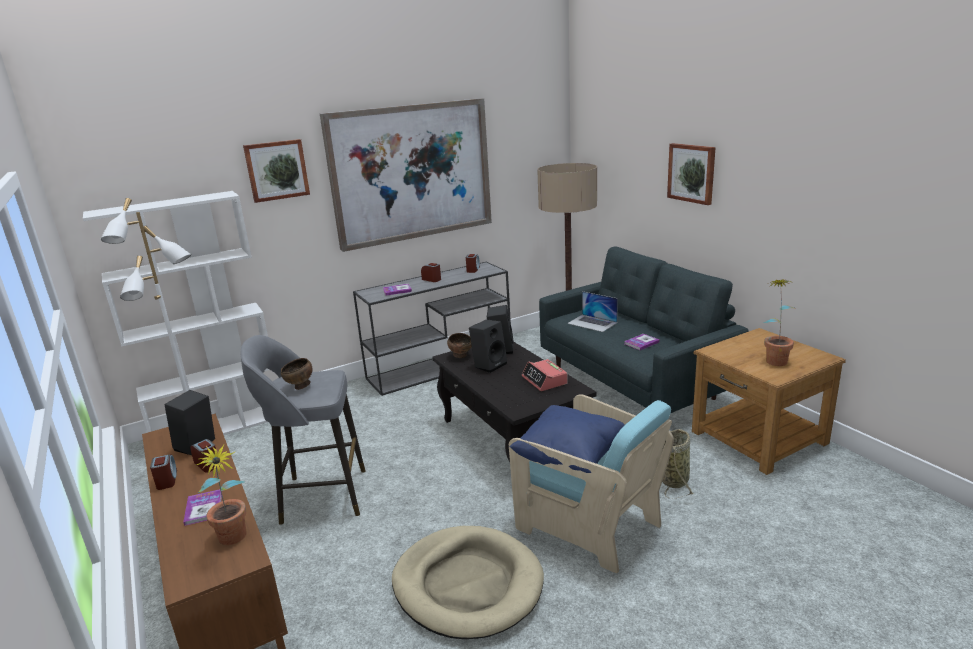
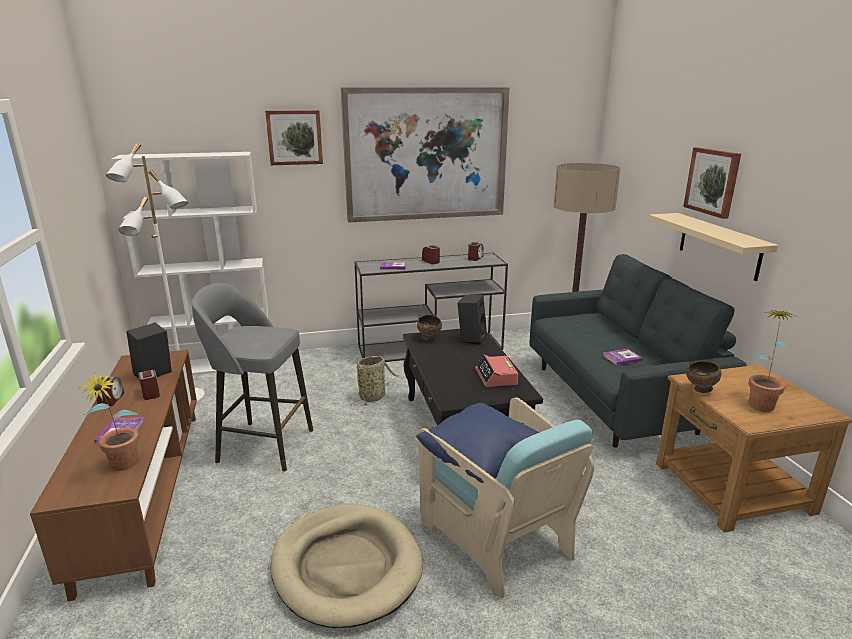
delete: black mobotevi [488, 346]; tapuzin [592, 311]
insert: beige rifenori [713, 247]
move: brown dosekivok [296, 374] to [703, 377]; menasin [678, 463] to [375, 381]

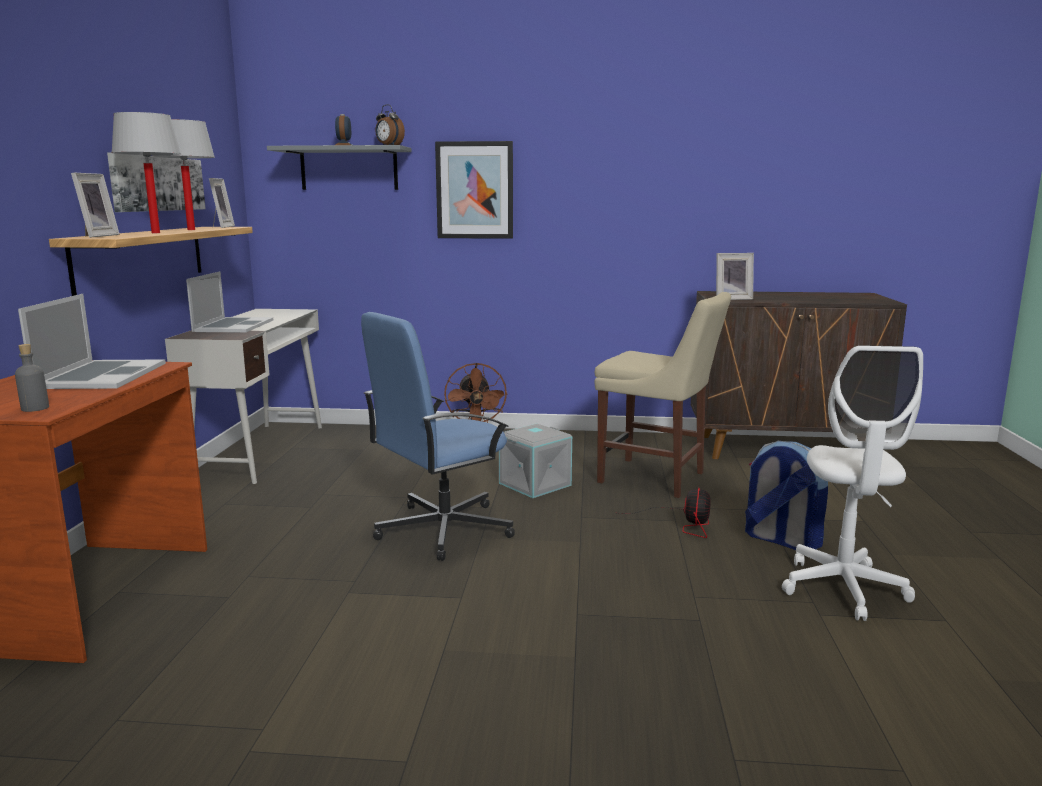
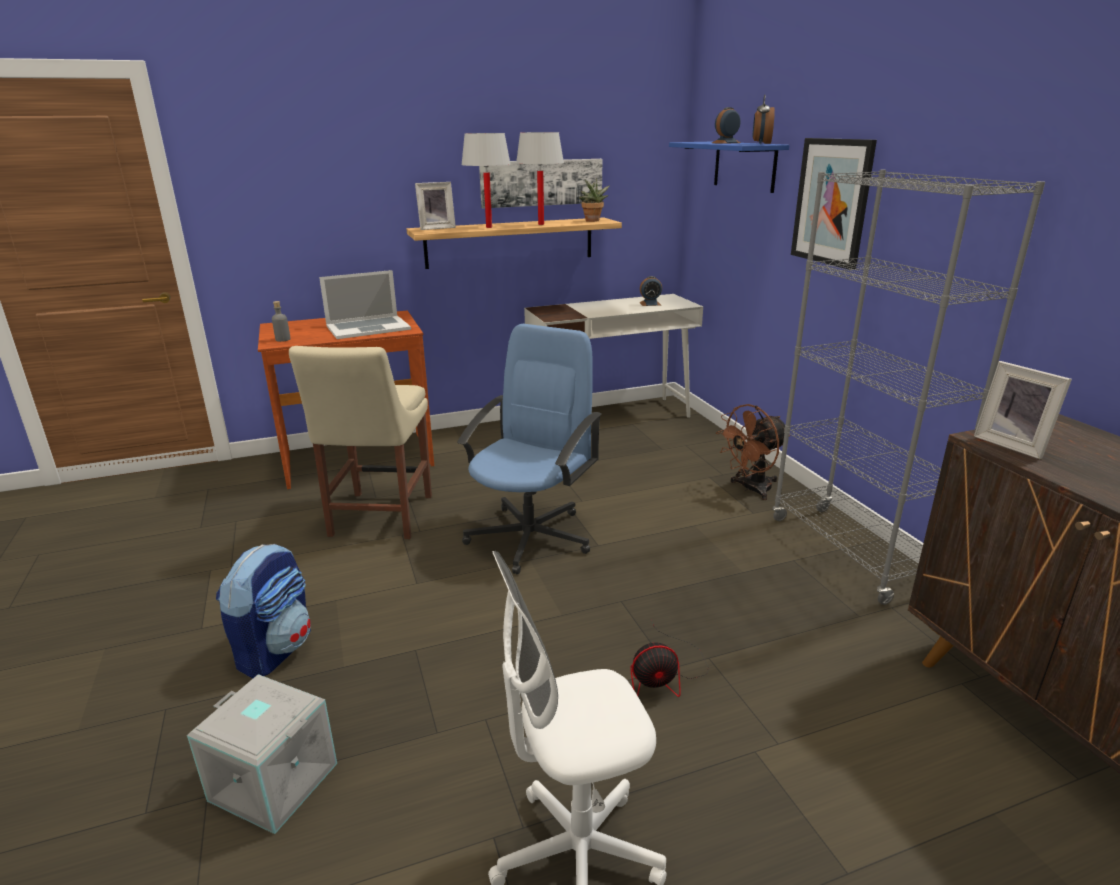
delete: tapuzin [229, 301]
insert: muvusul [650, 291]; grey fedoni [909, 387]
move: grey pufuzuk [535, 461] to [262, 754]; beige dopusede [662, 395] to [360, 442]; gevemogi [786, 495] to [263, 611]
replace: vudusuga [222, 203] to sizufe [594, 200]
recolor: grey rifenori [339, 167] to blue rifenori [729, 167]
rotate: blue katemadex [438, 436] = [529, 449] 90 degrees clockwise

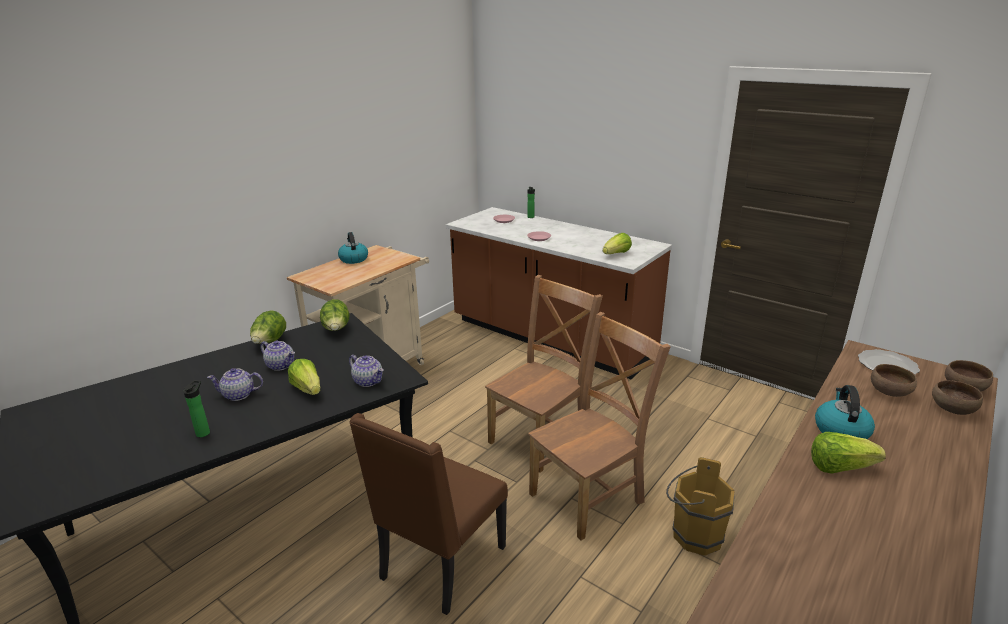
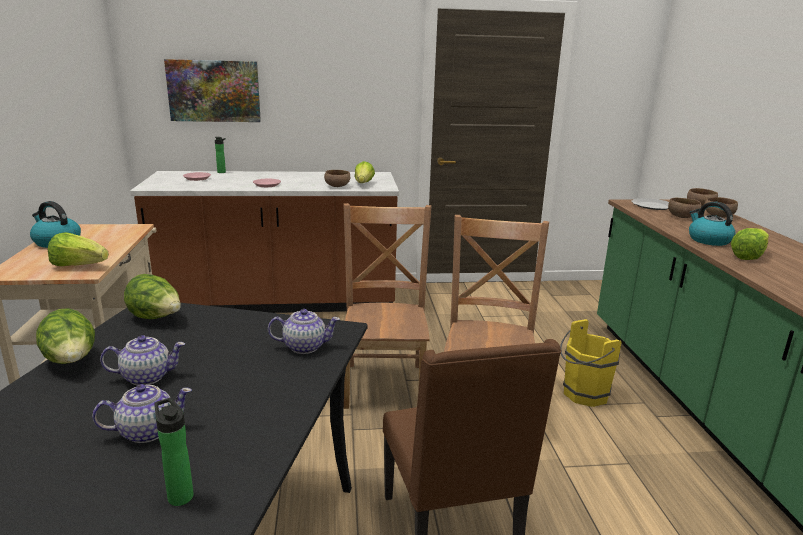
insert: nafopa [212, 90]; brown dosekivok [337, 178]
move: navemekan [304, 377] to [78, 249]
recolor: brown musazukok [700, 506] to yellow musazukok [590, 363]
rotate: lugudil [235, 384] = [142, 413] 150 degrees counterclockwise

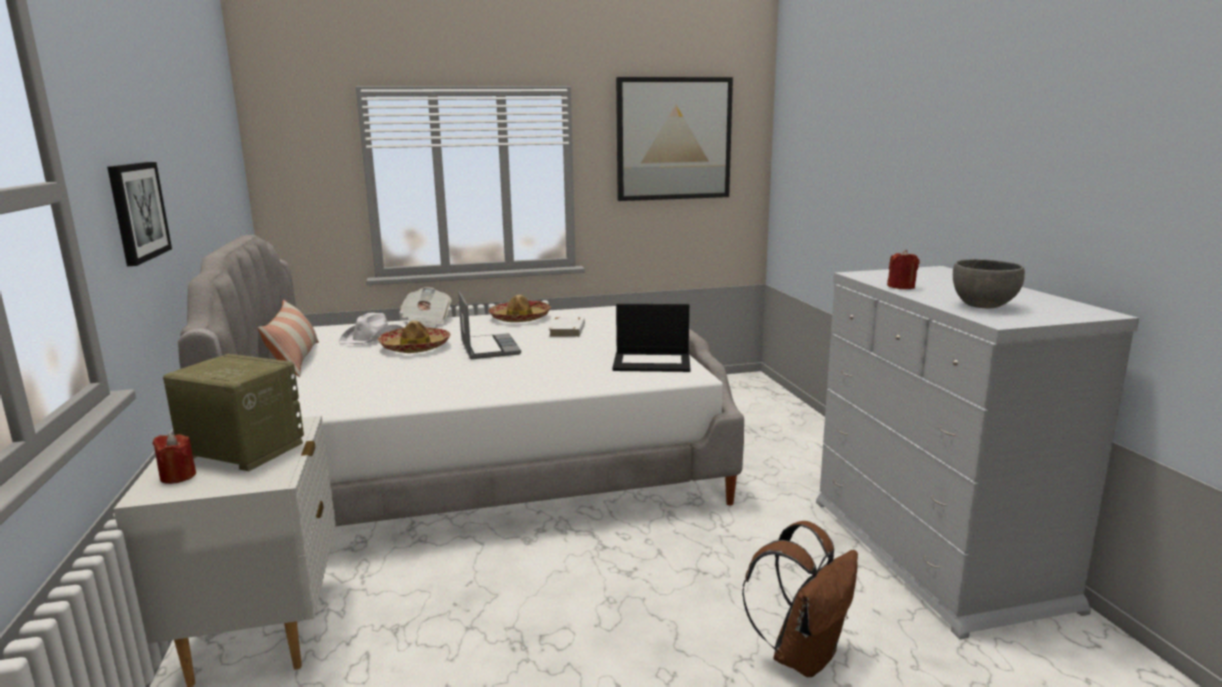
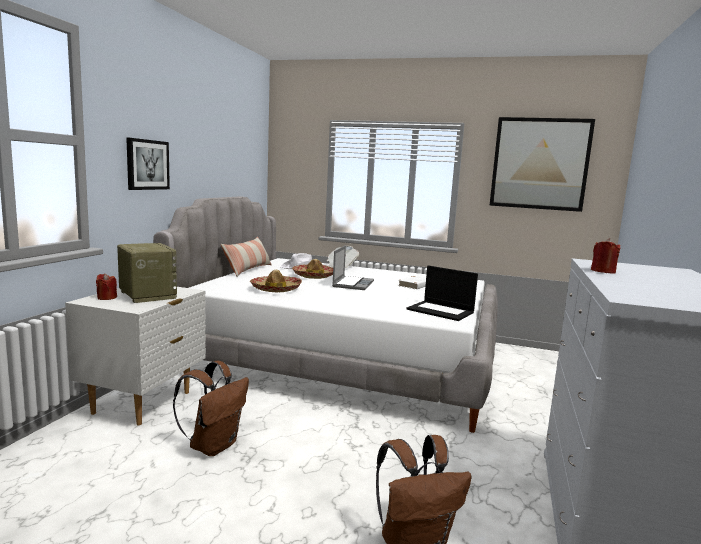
delete: grey dosekivok [989, 284]
insert: brown gevemogi [211, 408]
move: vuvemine [520, 308] to [276, 281]

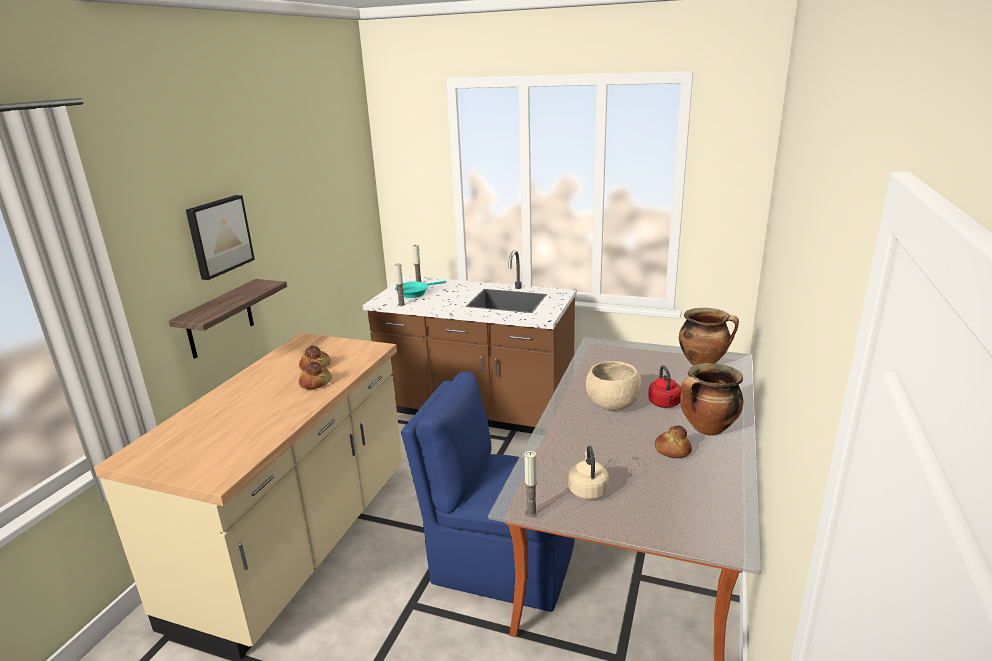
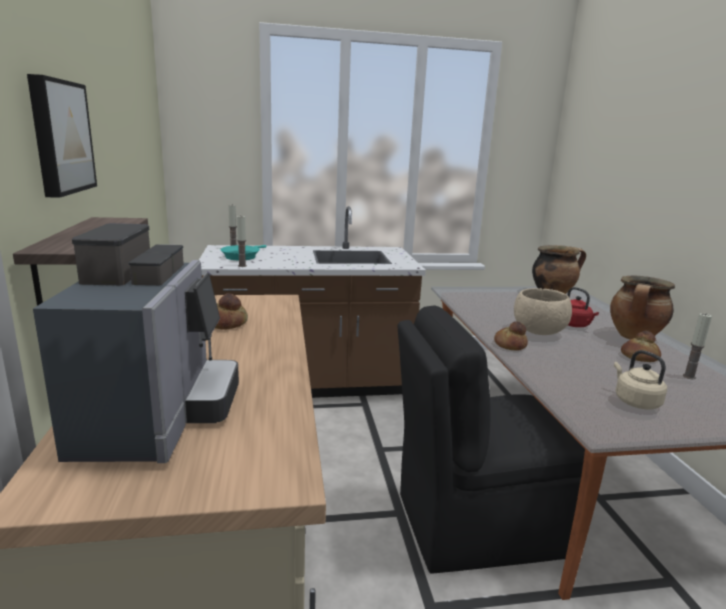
insert: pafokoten [136, 343]
move: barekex [315, 376] to [511, 336]; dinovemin [530, 484] to [697, 346]
recolor: blue dopusede [488, 492] to black dopusede [491, 439]

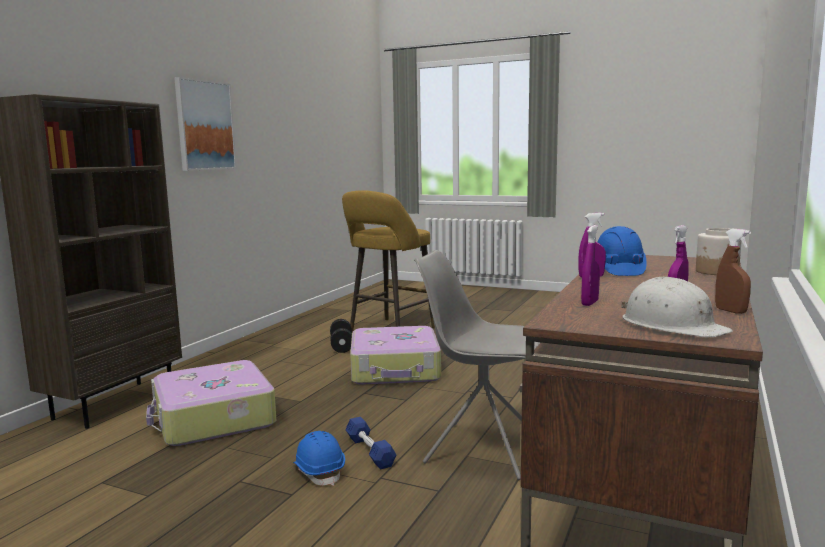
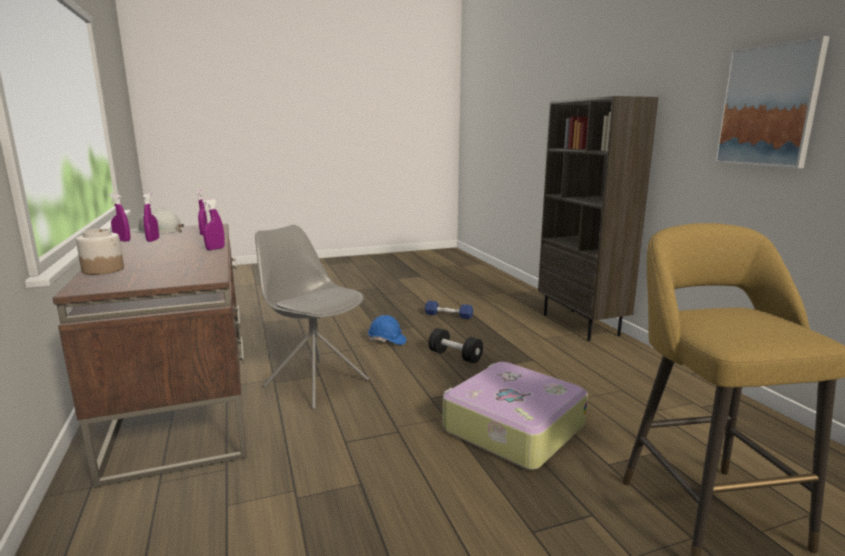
delete: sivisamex [211, 403]; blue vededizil [622, 251]
move: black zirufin [341, 336] to [455, 346]; blue zirufin [371, 443] to [449, 310]
recolor: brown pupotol [733, 271] to purple pupotol [119, 218]
rotate: grey dopusede [477, 365] = [312, 317] 120 degrees counterclockwise

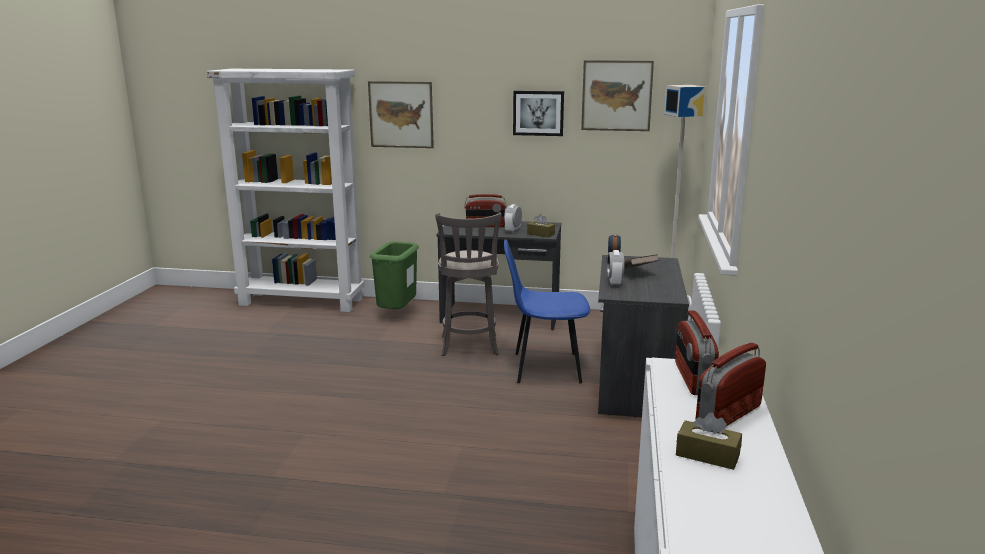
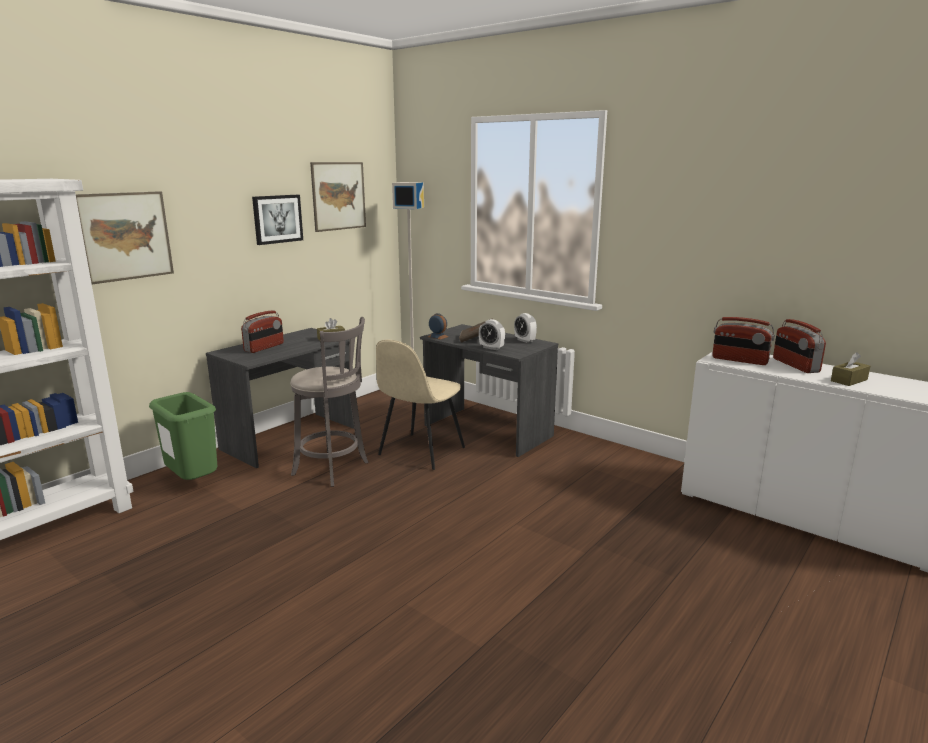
move: muvusul [513, 218] to [525, 328]
recolor: blue dopusede [547, 311] to beige dopusede [420, 405]

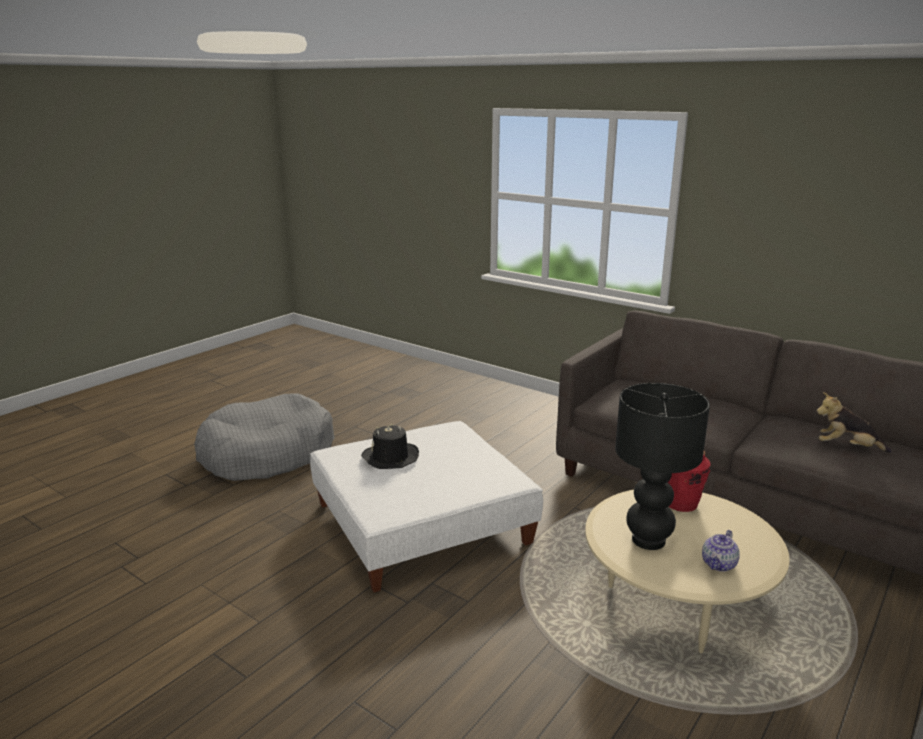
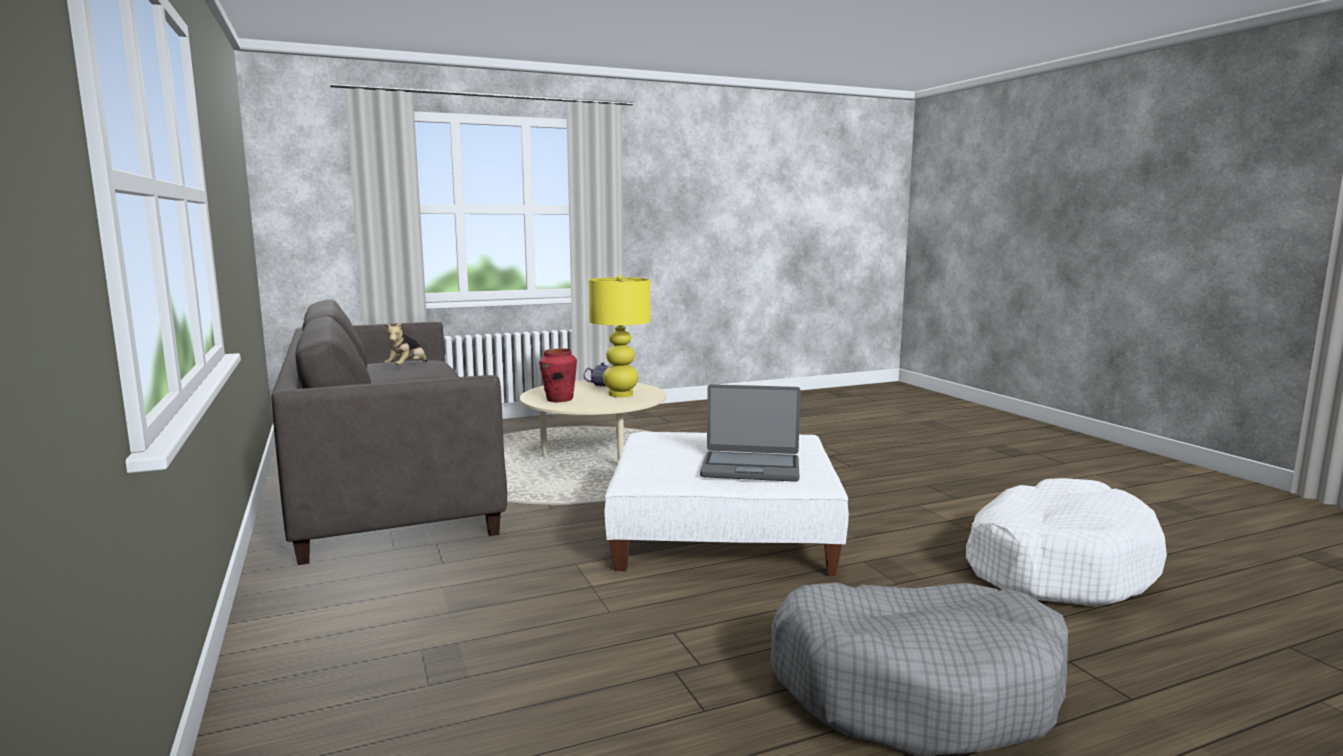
insert: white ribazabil [1066, 542]
replace: black vuvemine [390, 446] to tapuzin [750, 433]
recolor: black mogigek [662, 466] to yellow mogigek [619, 336]
rotate: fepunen [853, 422] = [405, 343] 60 degrees clockwise

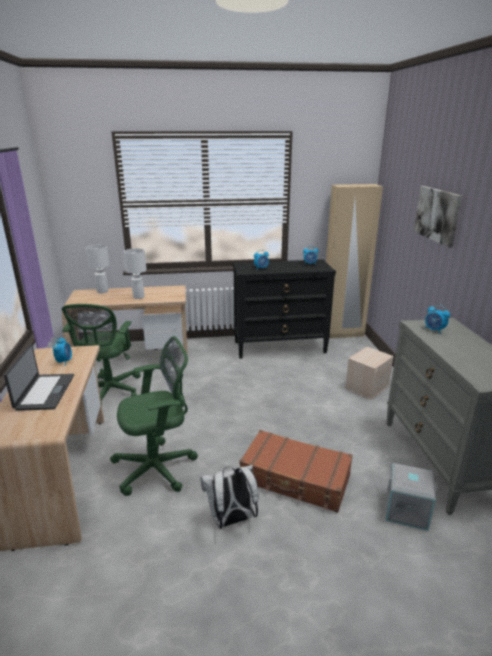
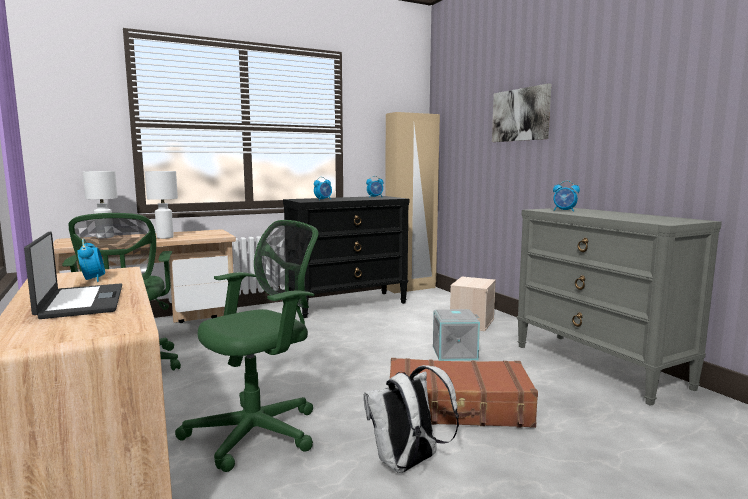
move: grey pufuzuk [412, 497] to [456, 335]

